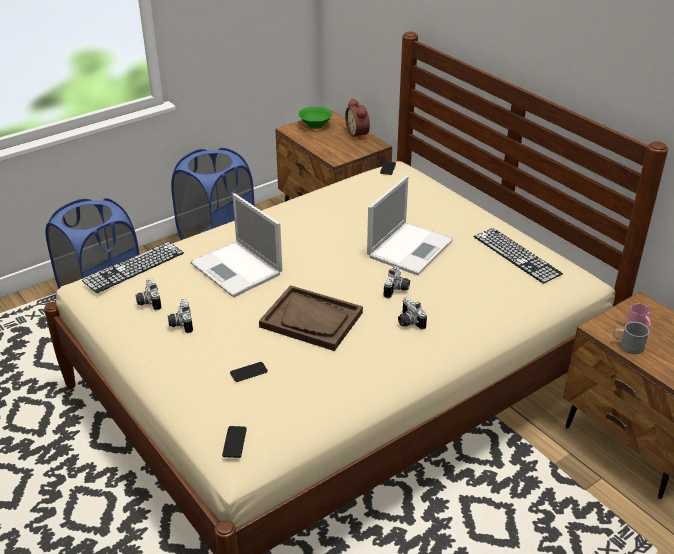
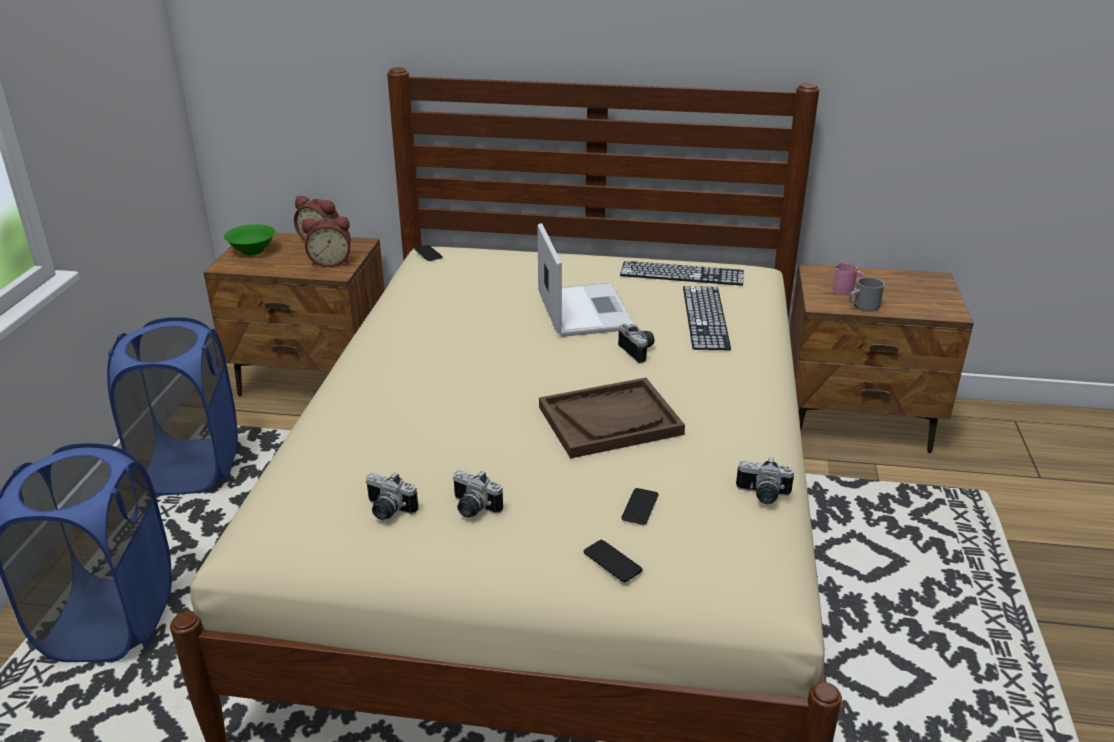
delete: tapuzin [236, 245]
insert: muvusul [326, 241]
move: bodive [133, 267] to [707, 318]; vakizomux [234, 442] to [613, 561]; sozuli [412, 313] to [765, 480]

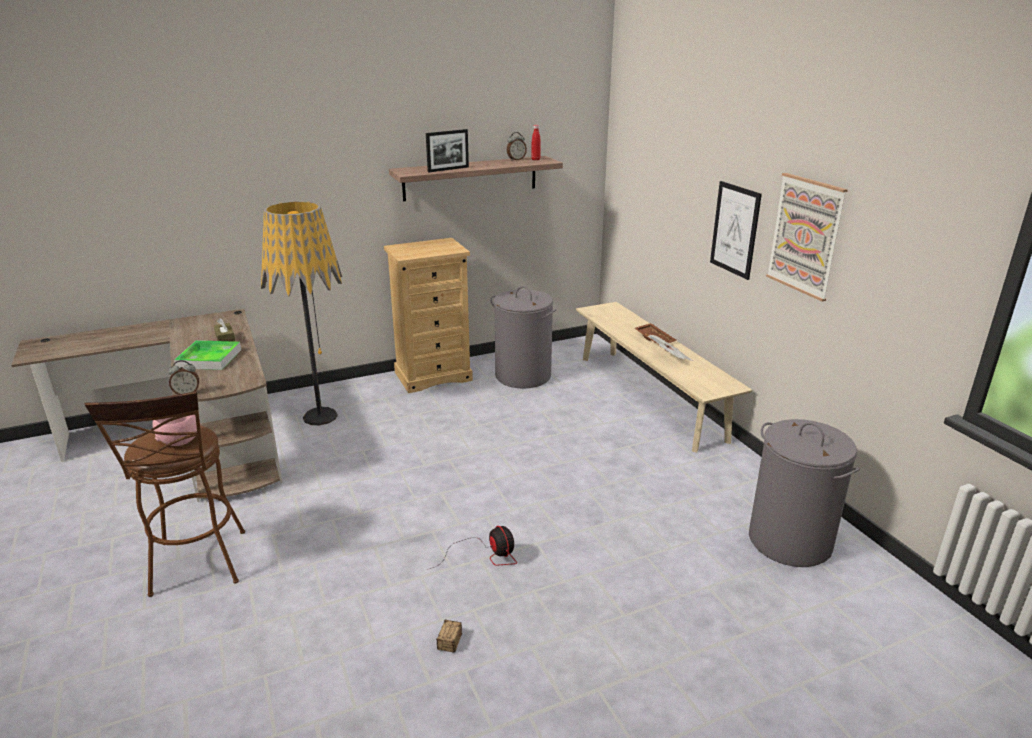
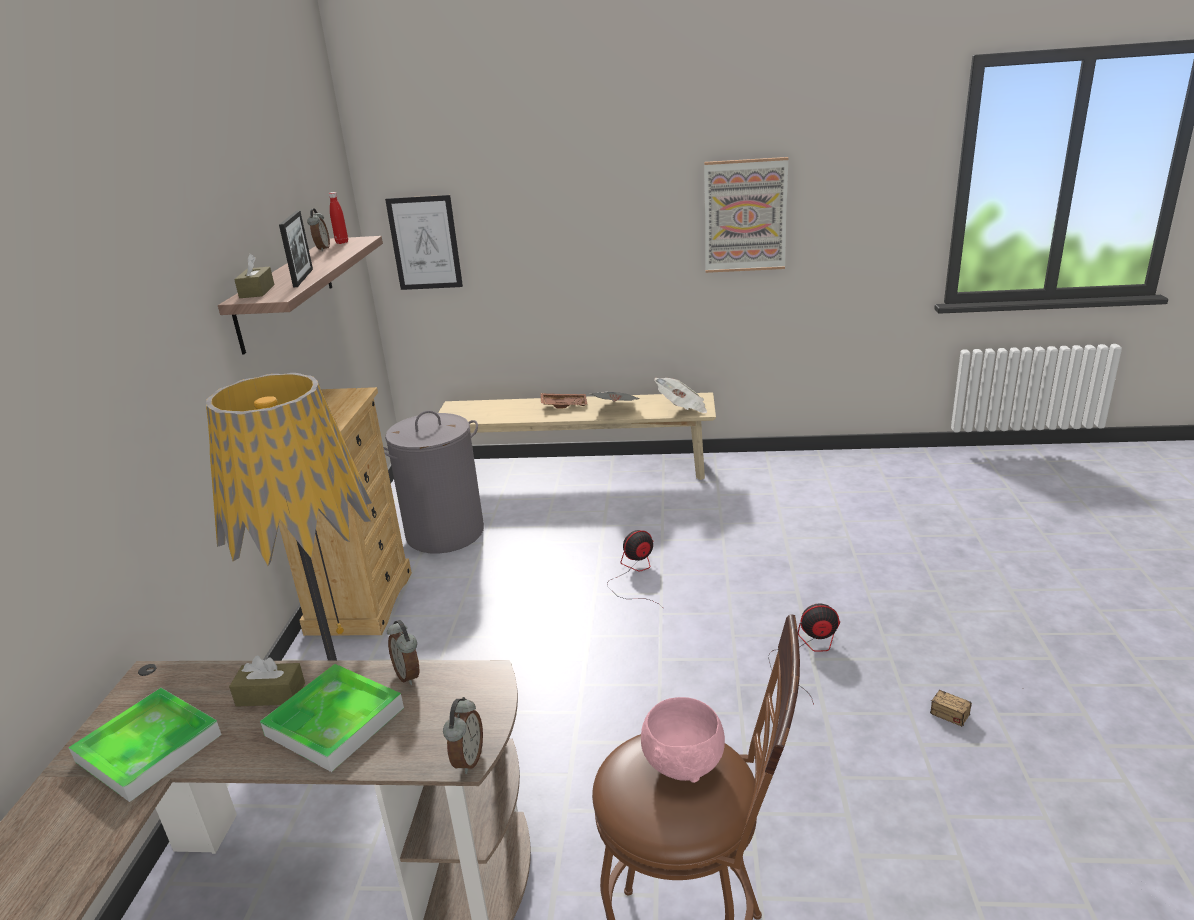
delete: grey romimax [804, 493]
insert: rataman [145, 745]; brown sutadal [254, 276]; muvusul [403, 652]; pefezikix [635, 569]; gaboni [680, 395]
move: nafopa [736, 230] to [424, 242]

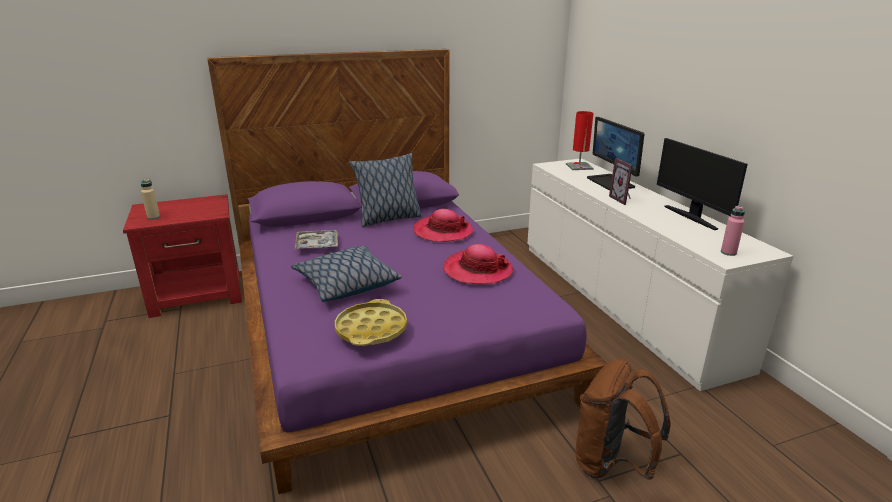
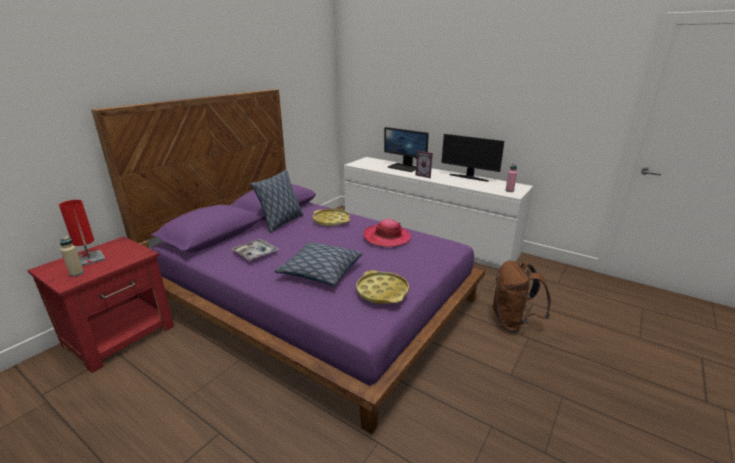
move: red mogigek [579, 140] to [82, 233]
replace: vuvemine [443, 225] to yellow rataman [331, 218]

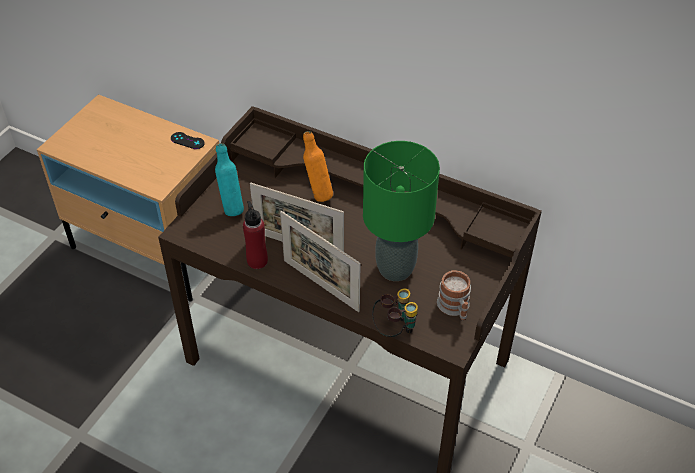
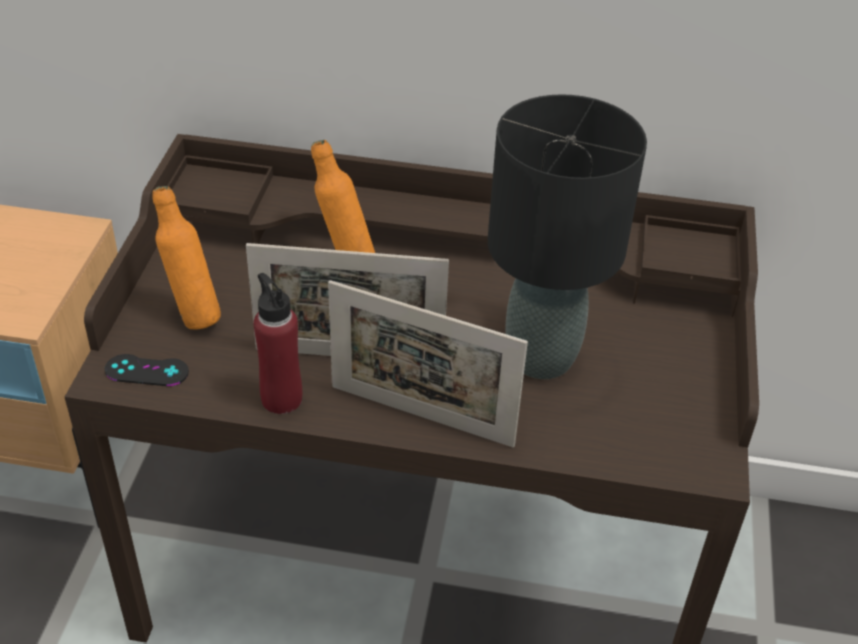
delete: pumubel [395, 313]; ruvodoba [454, 295]
move: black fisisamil [188, 140] to [147, 370]
recolor: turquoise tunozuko [229, 179] to orange tunozuko [186, 258]; green mogigek [401, 211] to black mogigek [567, 236]

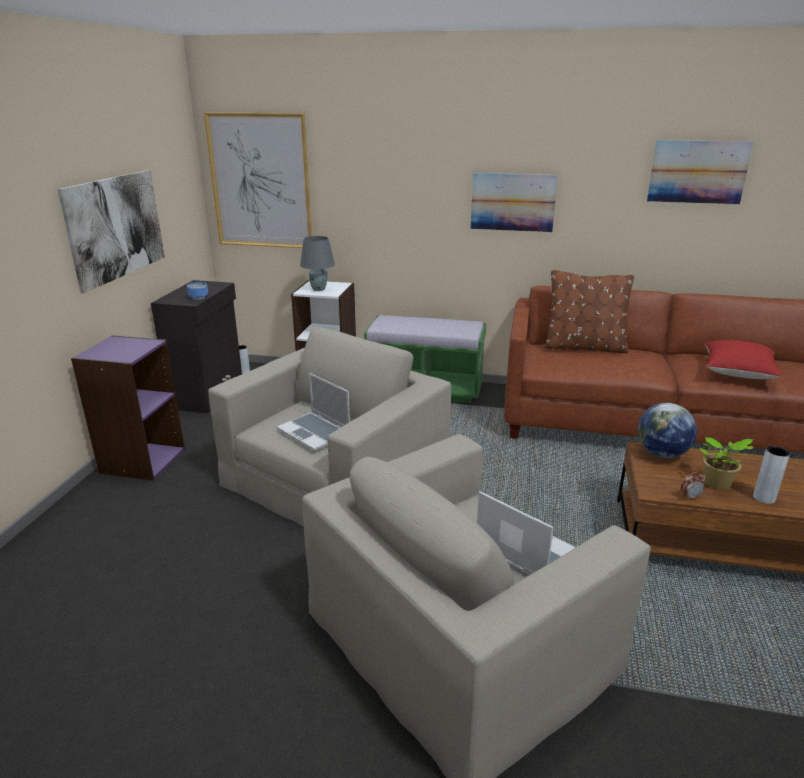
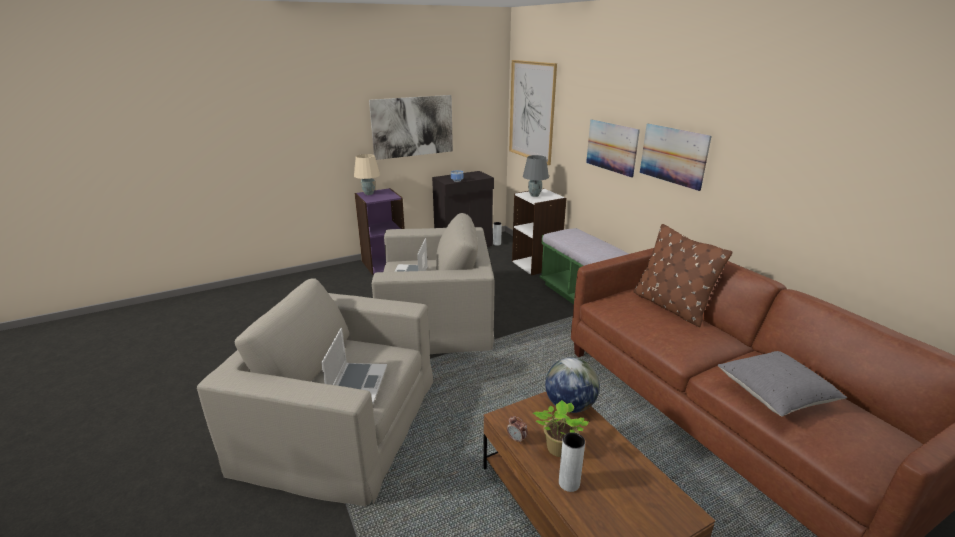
insert: beige mogigek [367, 174]
move: nafopa [700, 172] to [613, 148]
recolor: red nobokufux [743, 359] to grey nobokufux [782, 384]

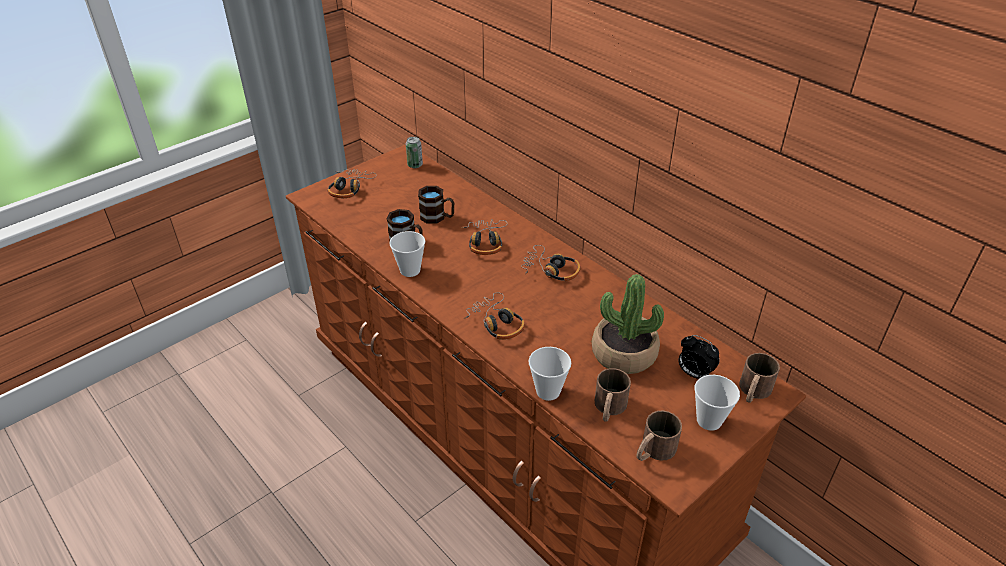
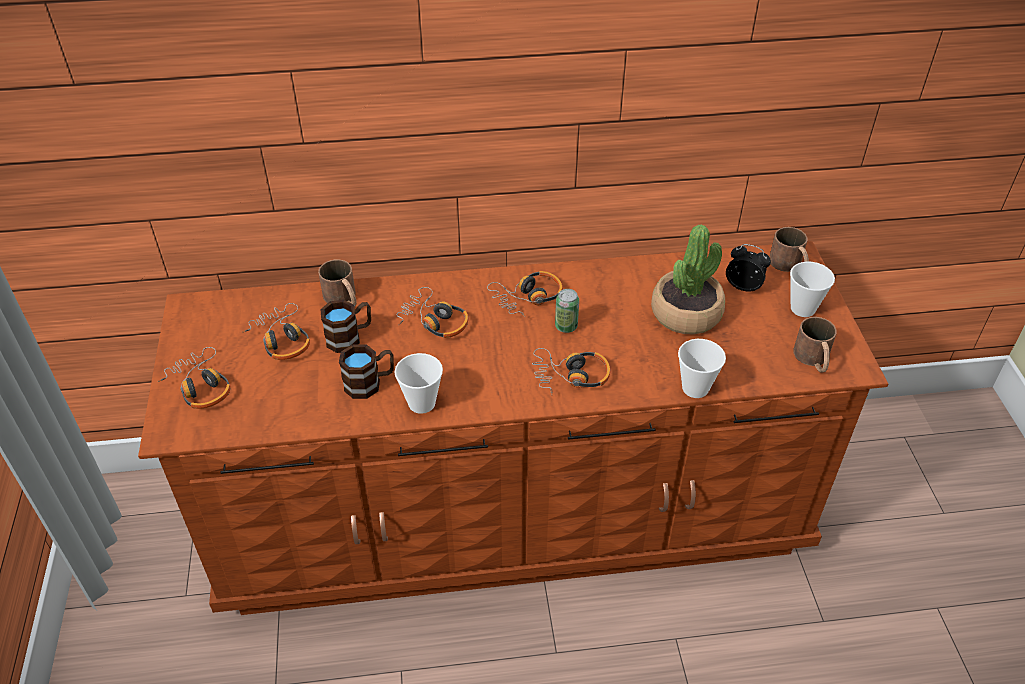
insert: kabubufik [276, 331]
move: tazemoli [414, 152] to [567, 311]; brown ruvodoba [613, 395] to [337, 283]
rotate: muvusul [698, 357] = [748, 267] 135 degrees counterclockwise

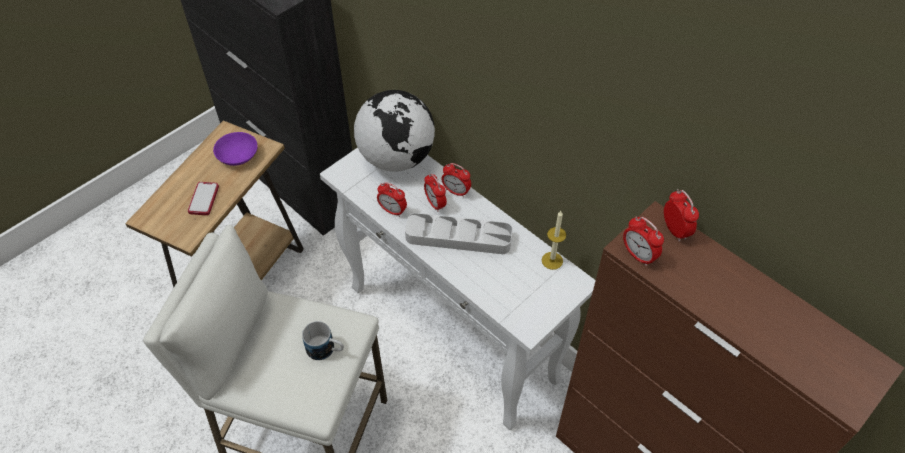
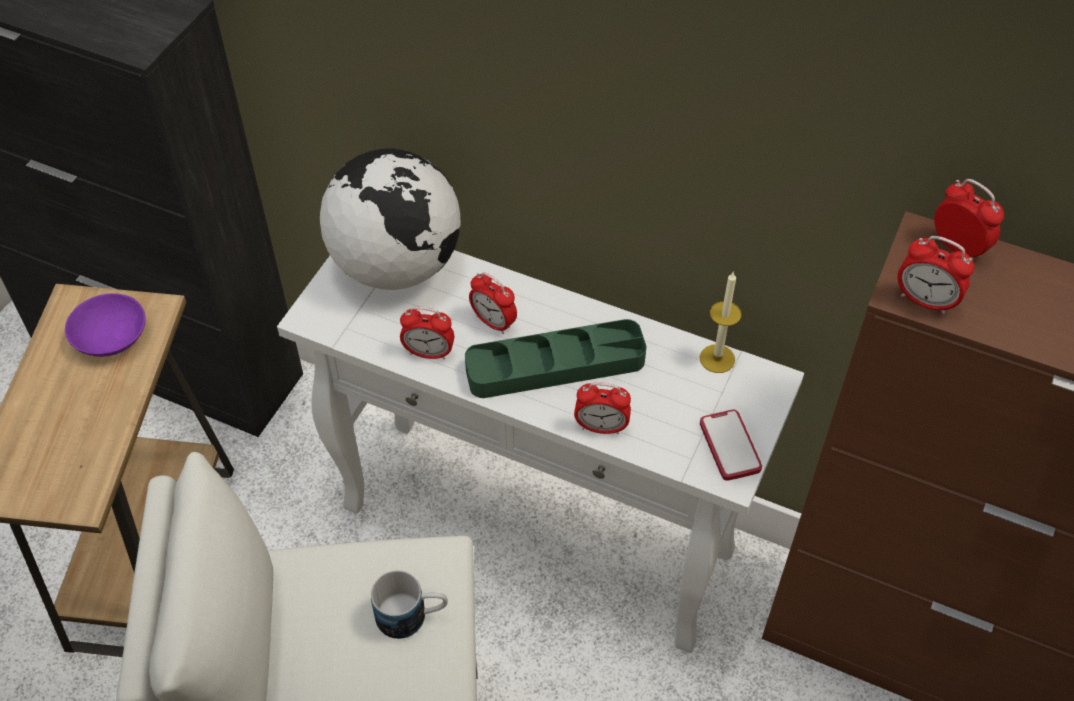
move: vakizomux [203, 198] to [731, 445]; muvusul [456, 180] to [602, 408]
recolor: grey rataman [459, 233] to green rataman [555, 358]

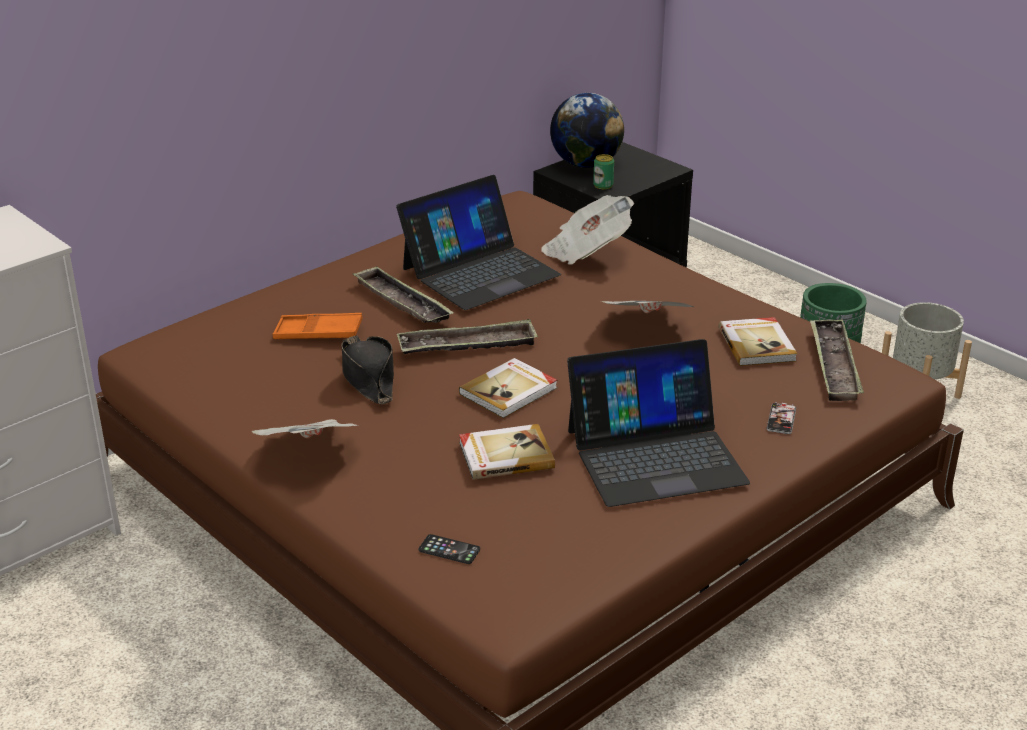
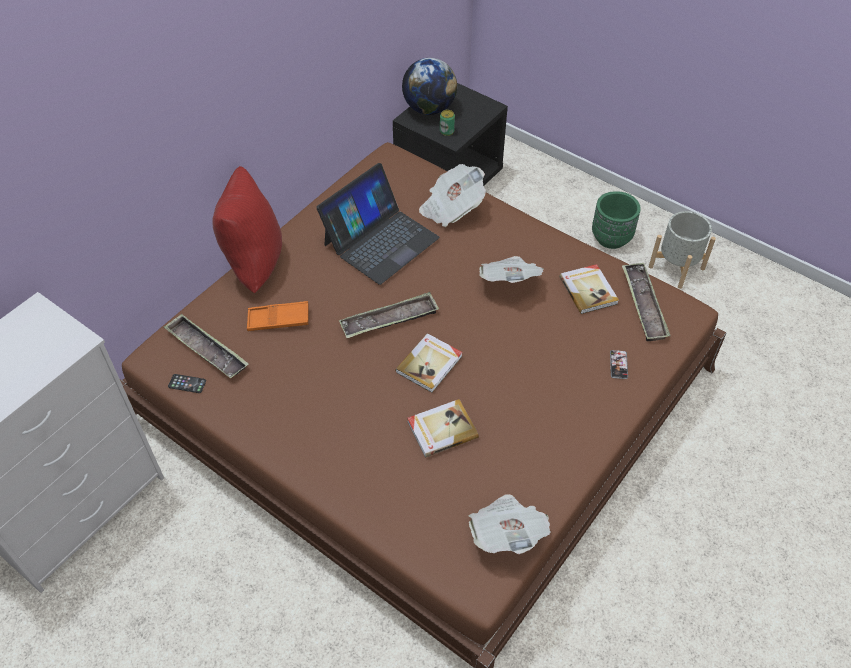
delete: black vuvemine [368, 369]; tapuzin [658, 423]
insert: red nobokufux [247, 229]
move: gaboni [304, 428] to [510, 524]; rataman [403, 294] to [206, 346]; vakizomux [449, 549] to [187, 383]

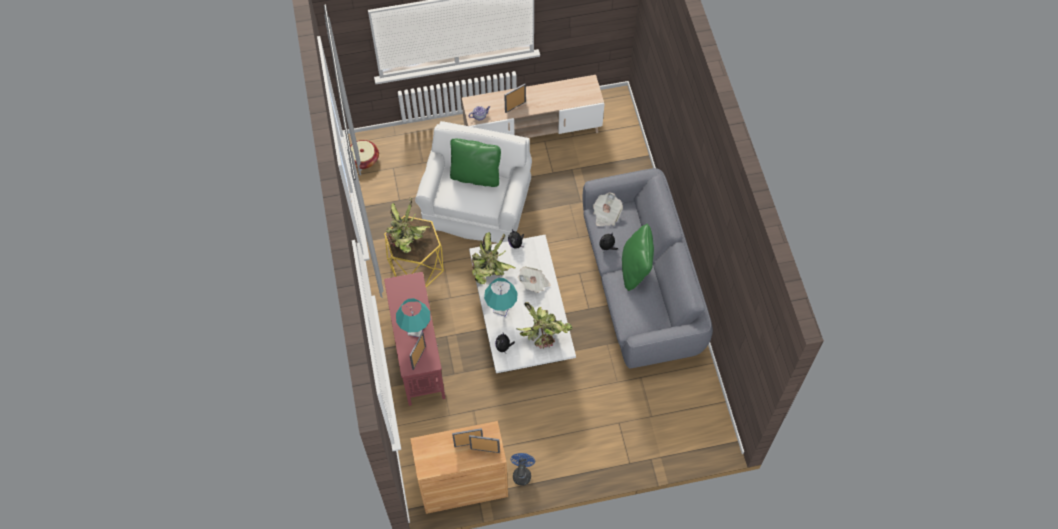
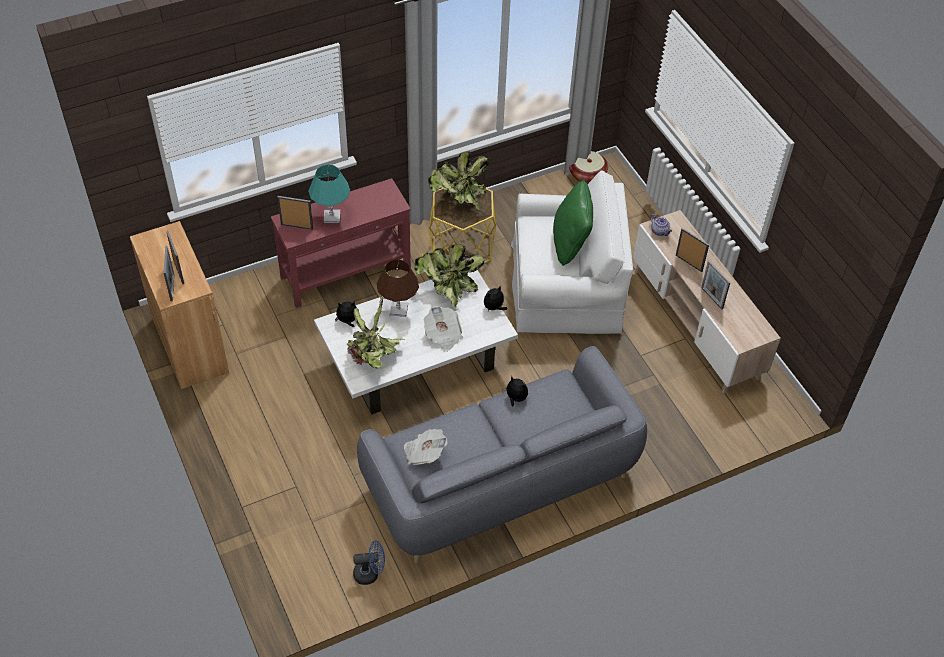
delete: green nobokufux [638, 257]
insert: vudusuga [715, 285]
move: blue pefezikix [523, 469] to [369, 562]; gaboni [608, 209] to [425, 447]
recolor: turquoise mogigek [501, 297] to brown mogigek [398, 288]

